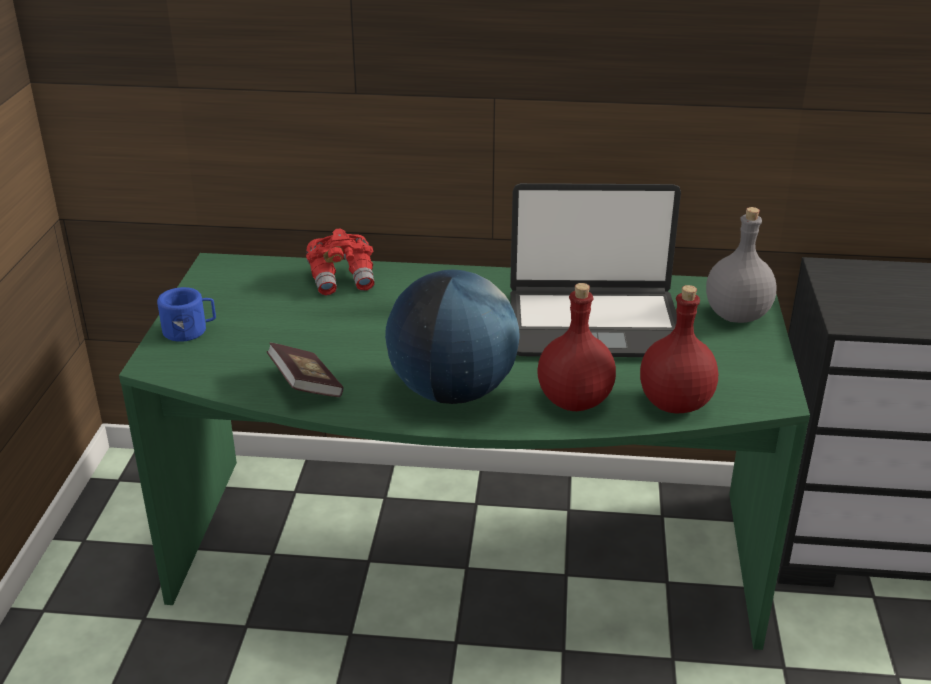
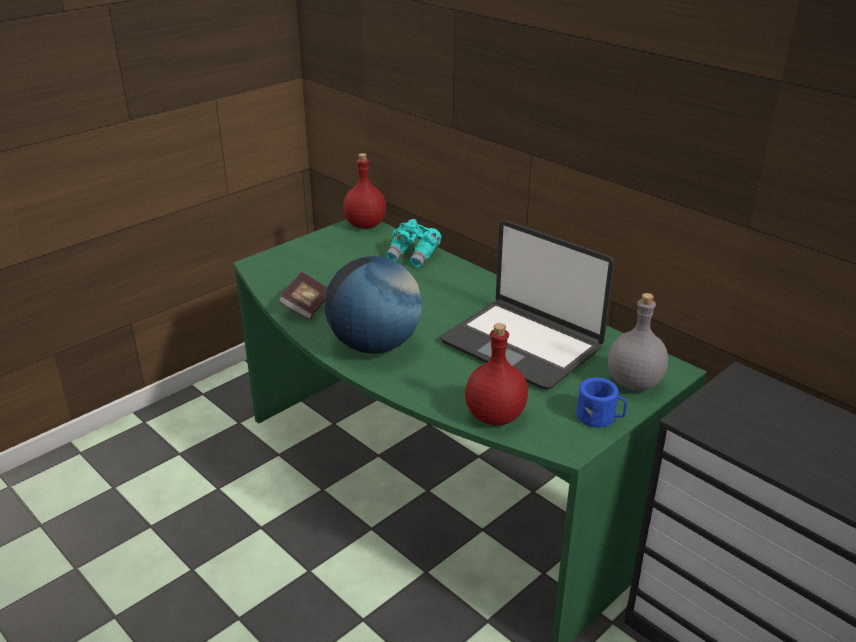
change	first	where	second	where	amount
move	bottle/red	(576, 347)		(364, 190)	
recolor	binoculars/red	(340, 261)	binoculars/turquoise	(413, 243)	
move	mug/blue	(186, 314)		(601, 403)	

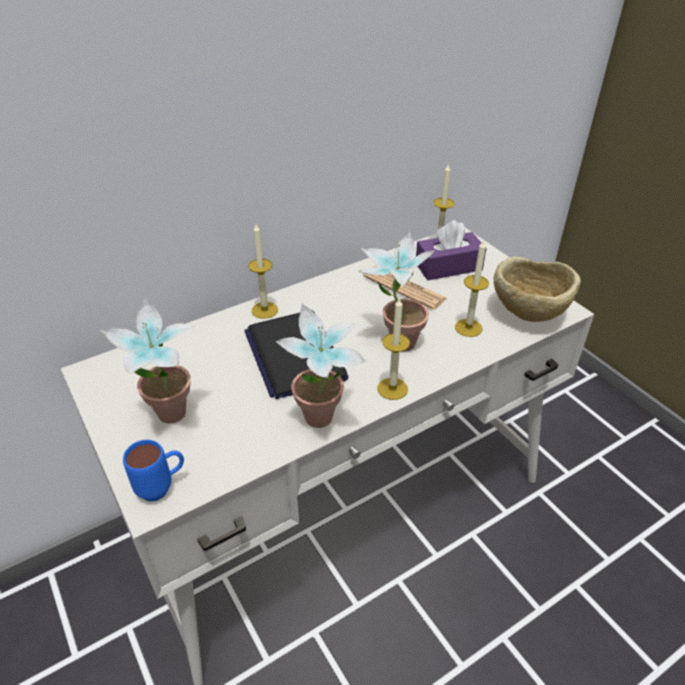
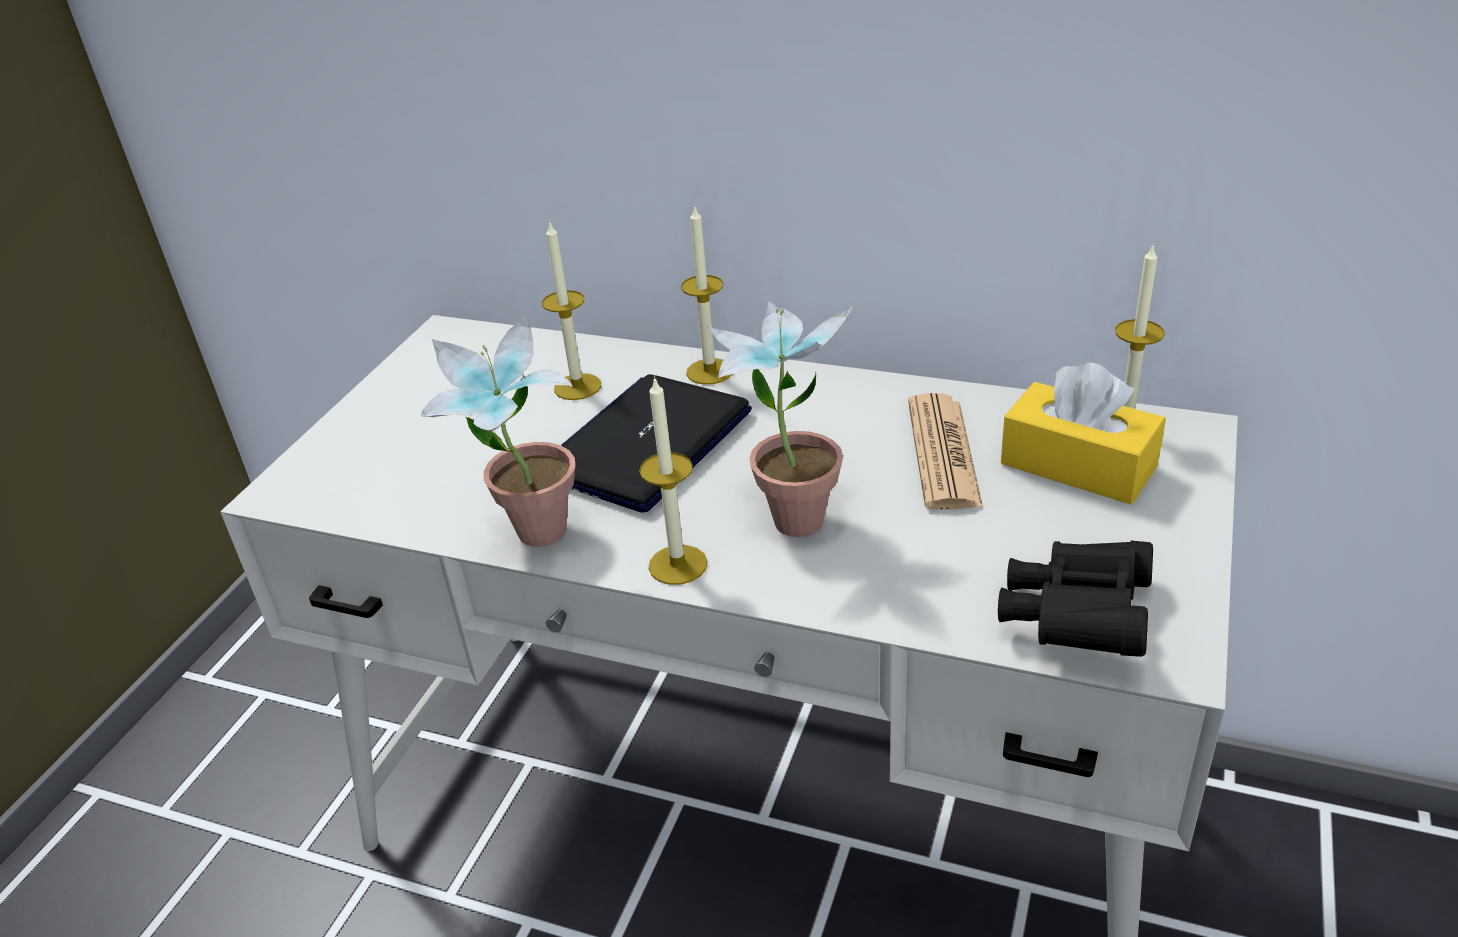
change	first	where	second	where	amount
move	candle	(472, 288)		(571, 310)	
replace	bowl/beige	(537, 289)	binoculars/black	(1075, 599)	
recolor	tissue box/purple	(451, 250)	tissue box/yellow	(1083, 433)	
delete	potted plant	(148, 361)			
delete	mug/blue	(153, 470)			

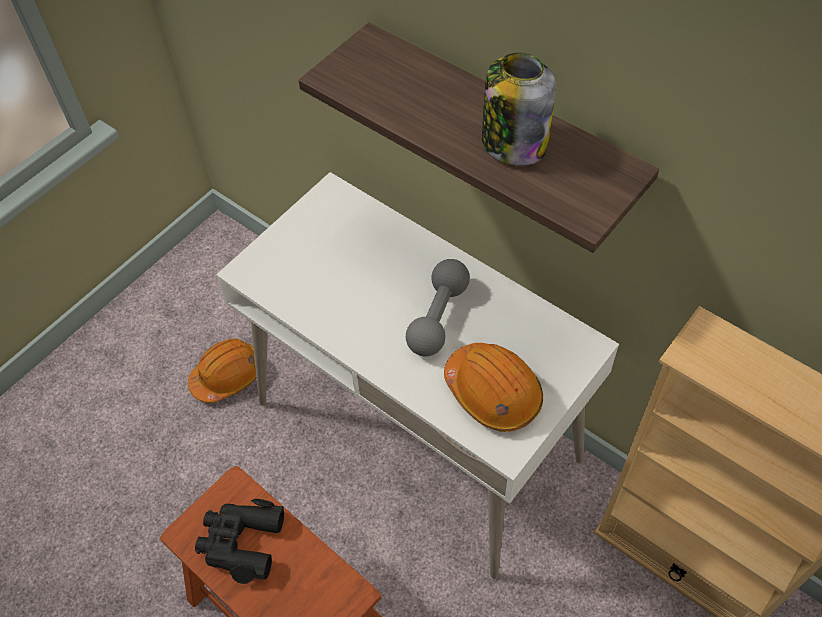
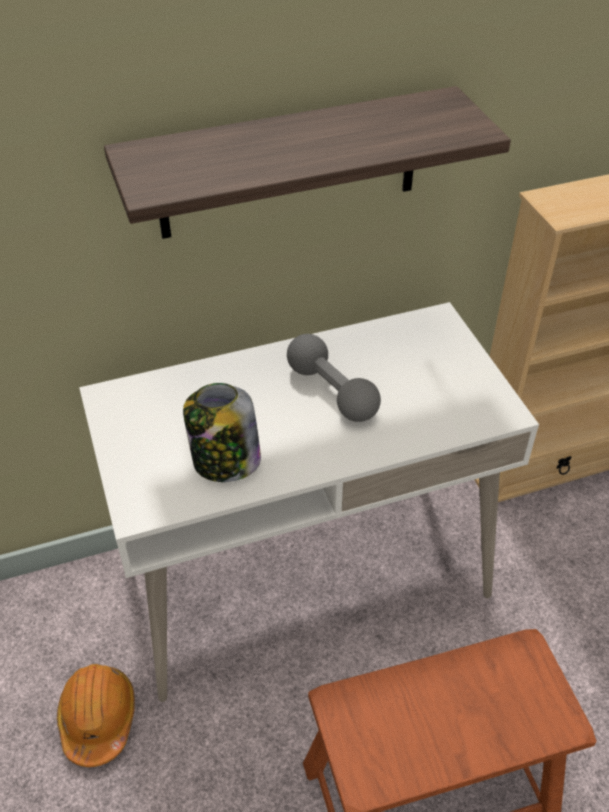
change	first	where	second	where	amount
move	jar	(518, 109)		(222, 432)	
delete	binoculars/black	(239, 541)			
delete	hard hat/orange	(493, 387)			

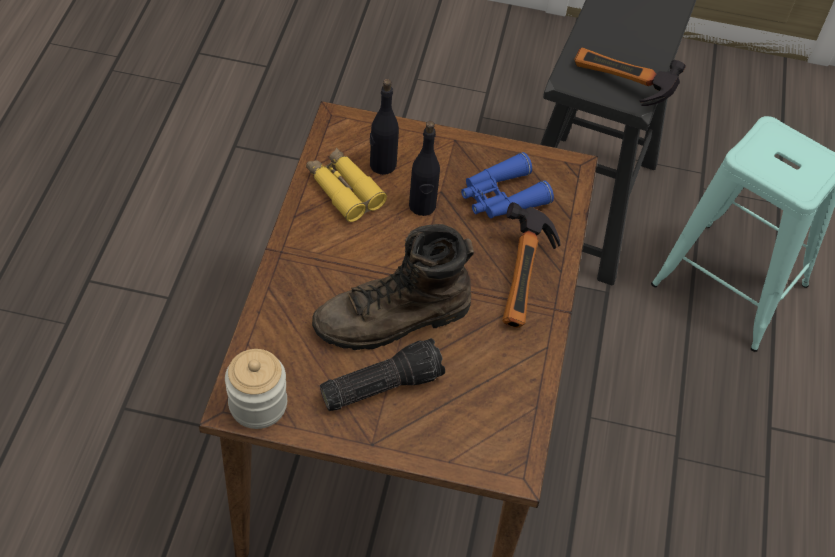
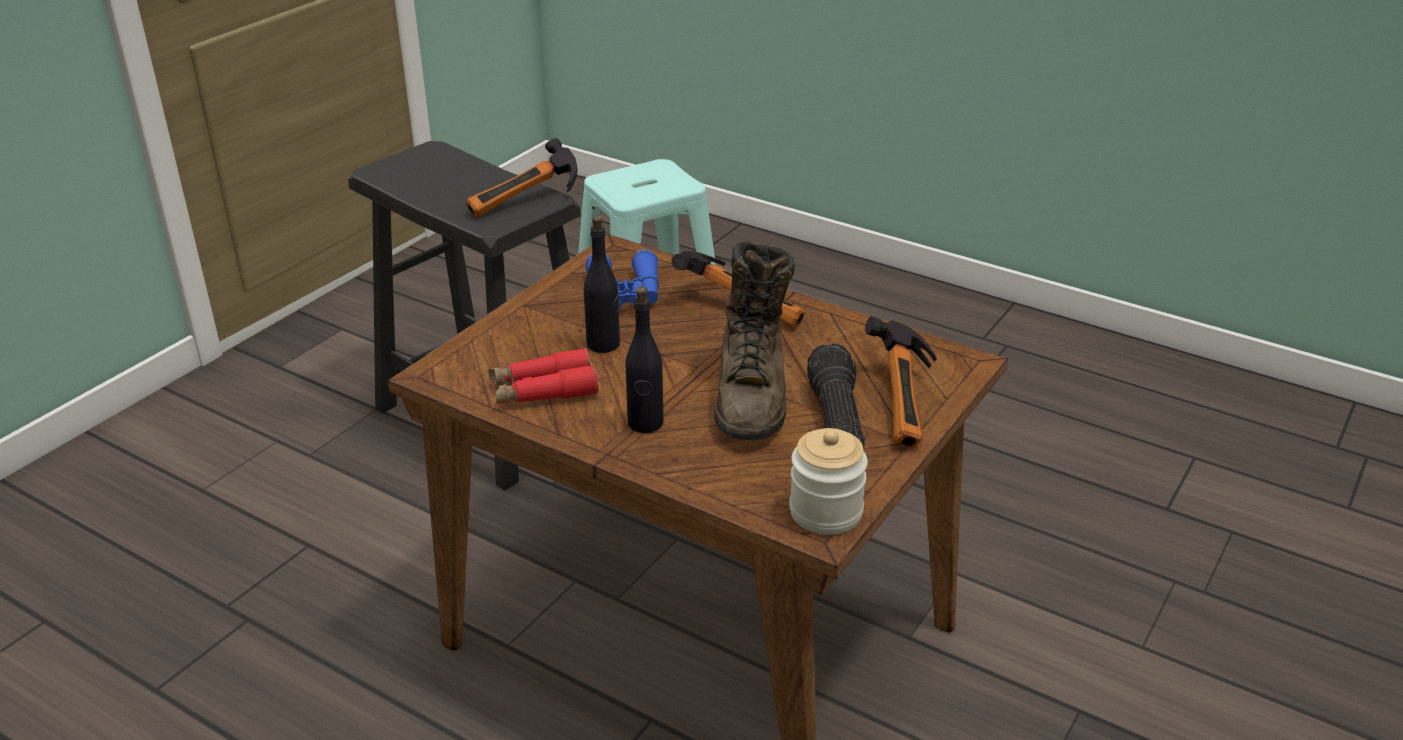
change	first	where	second	where	amount
recolor	binoculars/yellow	(346, 185)	binoculars/red	(543, 376)	
move	bottle/black	(384, 127)		(645, 359)	
insert			hammer	(901, 382)	

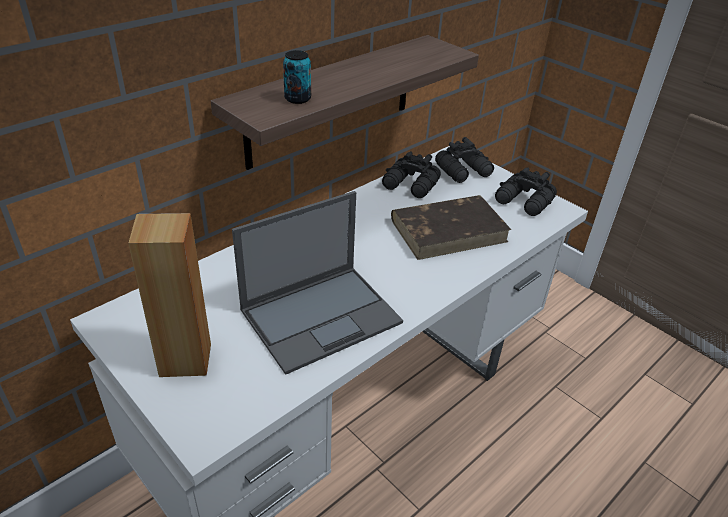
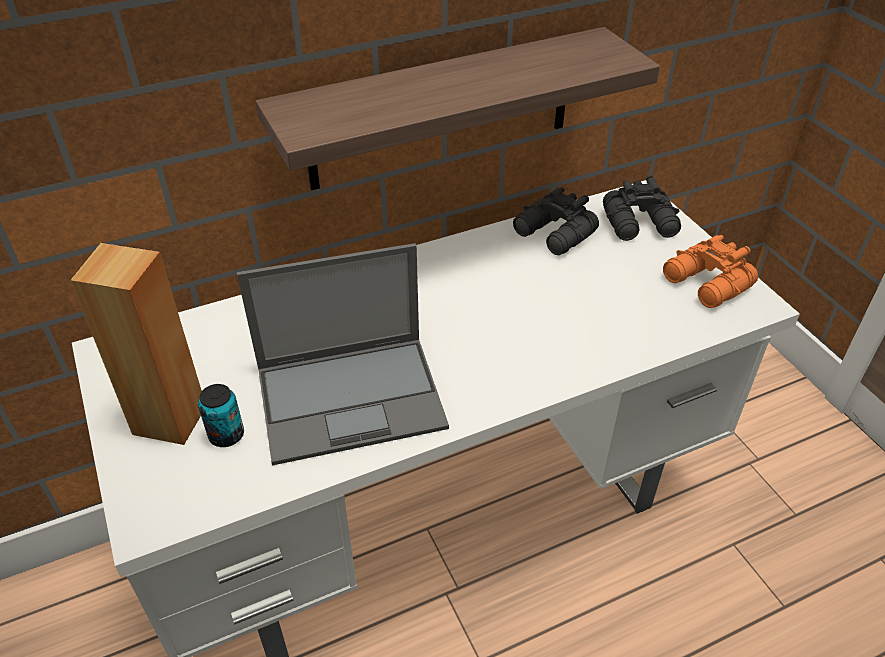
change	first	where	second	where	amount
move	can	(297, 77)		(221, 415)	
recolor	binoculars/black	(526, 191)	binoculars/orange	(710, 271)	
delete	book/brown	(451, 227)			

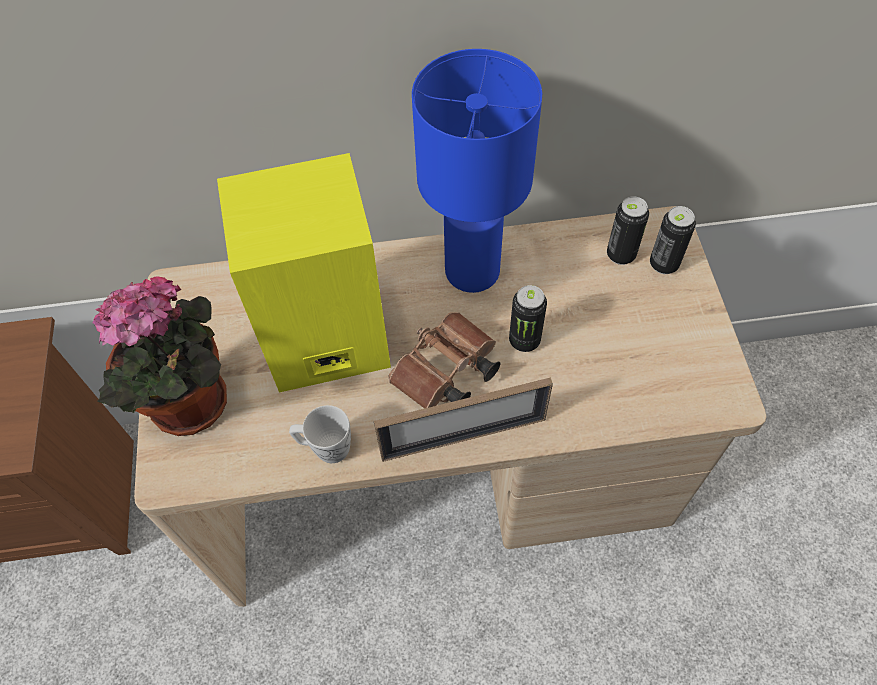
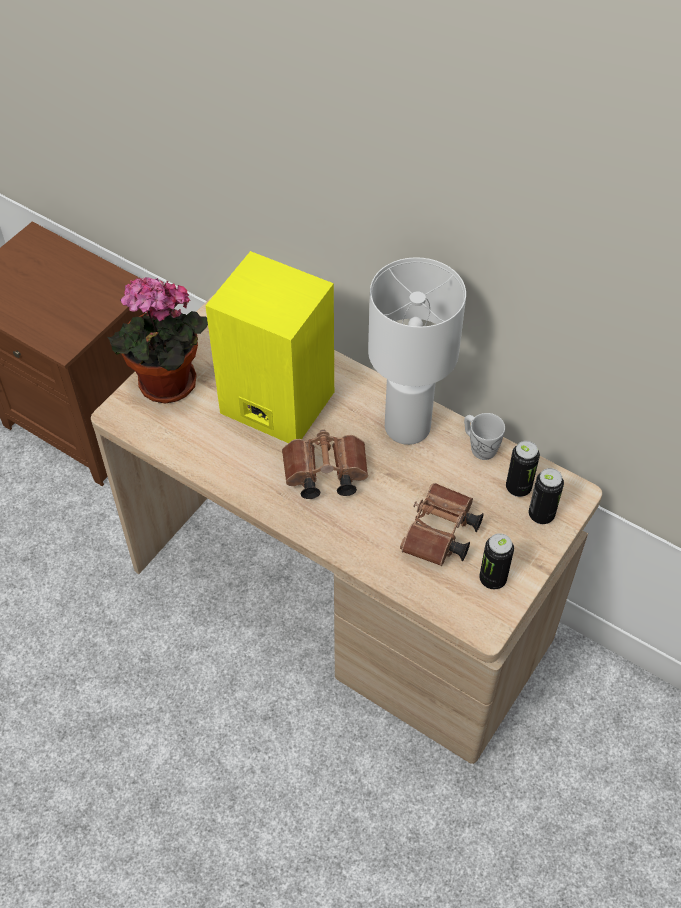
change	first	where	second	where	amount
recolor	table lamp/blue	(477, 171)	table lamp/white	(417, 351)	
insert			binoculars/brown	(442, 524)	
move	mug/white	(320, 434)		(484, 436)	
move	can	(528, 318)		(496, 561)	
delete	picture frame	(463, 419)			

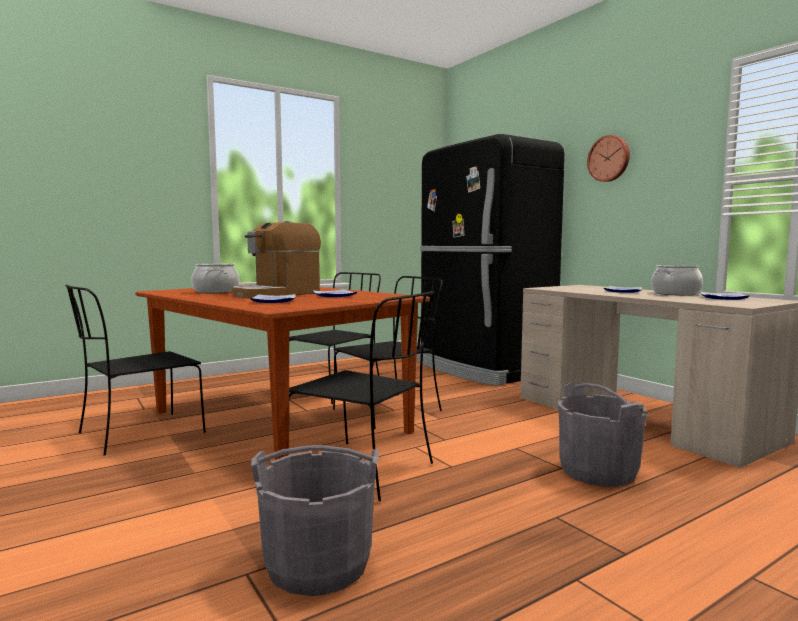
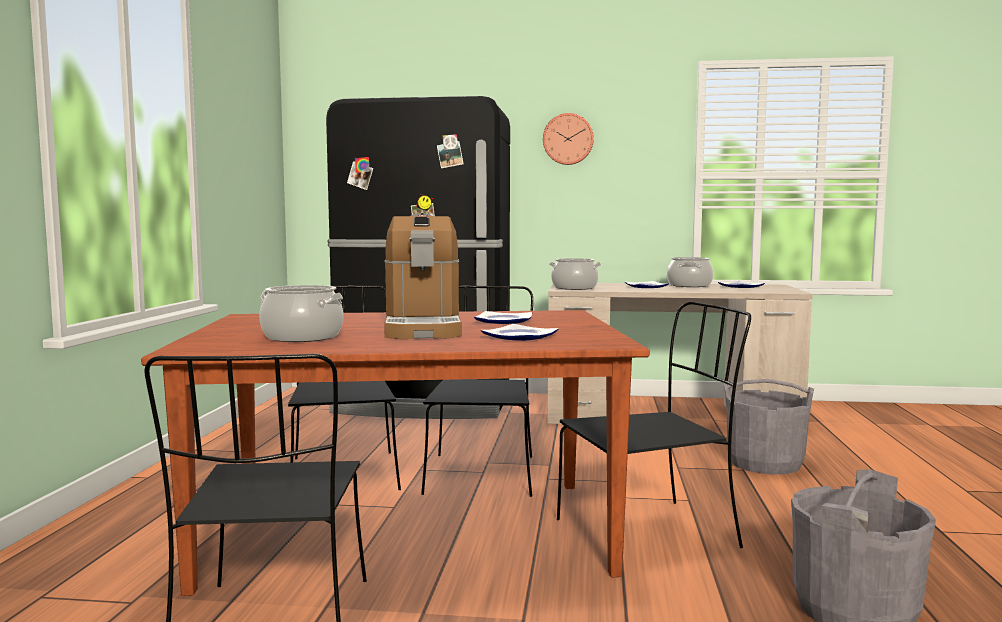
change	first	where	second	where	amount
insert			cooking pot	(575, 274)	

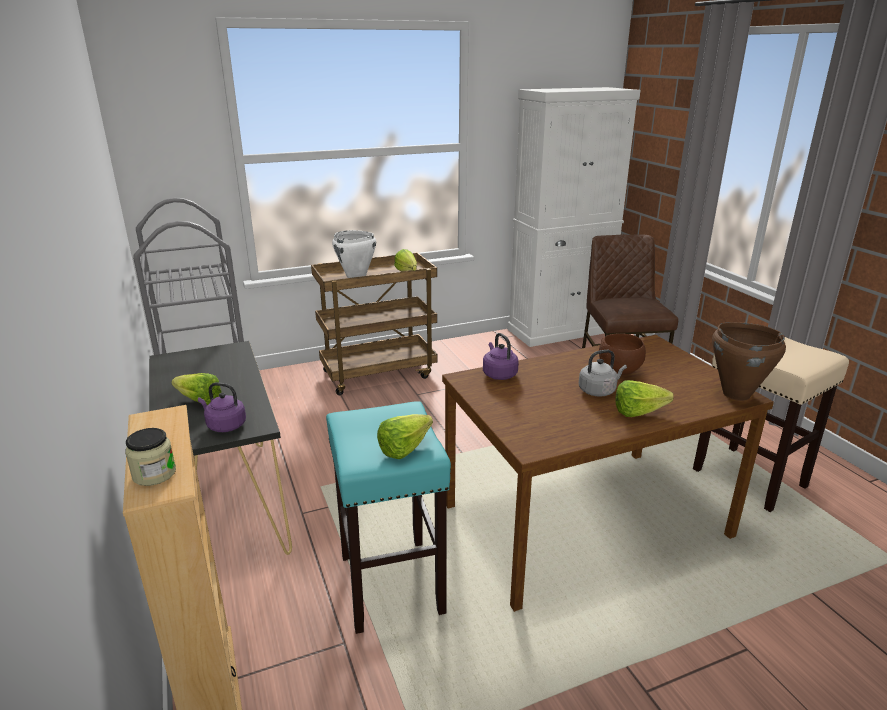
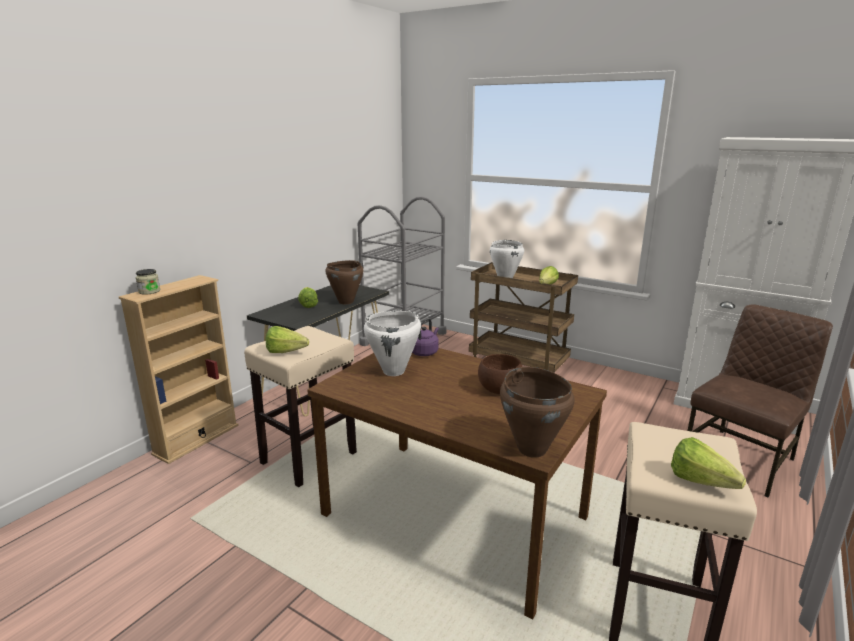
change	first	where	second	where	amount
recolor	stool/turquoise	(388, 517)	stool/beige	(300, 406)	
insert			cooking pot/brown	(344, 282)	
insert			cooking pot/white	(392, 343)	
move	lettuce	(645, 398)		(708, 463)	
delete	kettle/purple	(222, 407)			
delete	kettle/grey	(603, 373)			

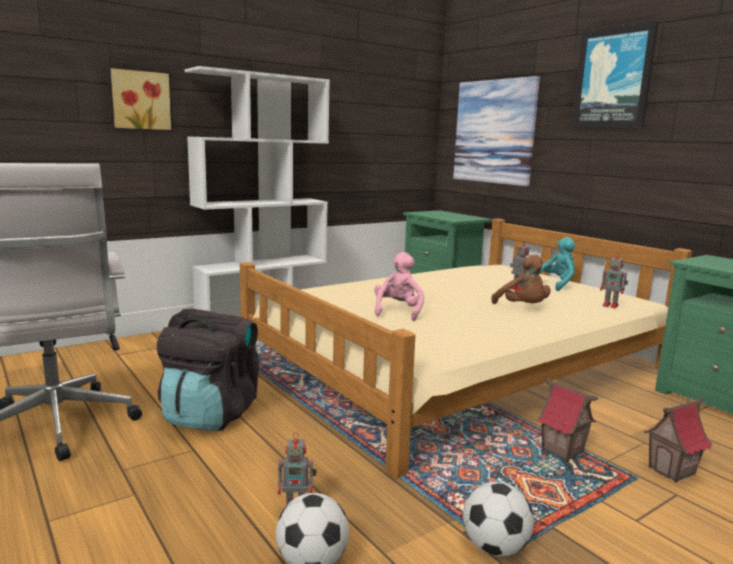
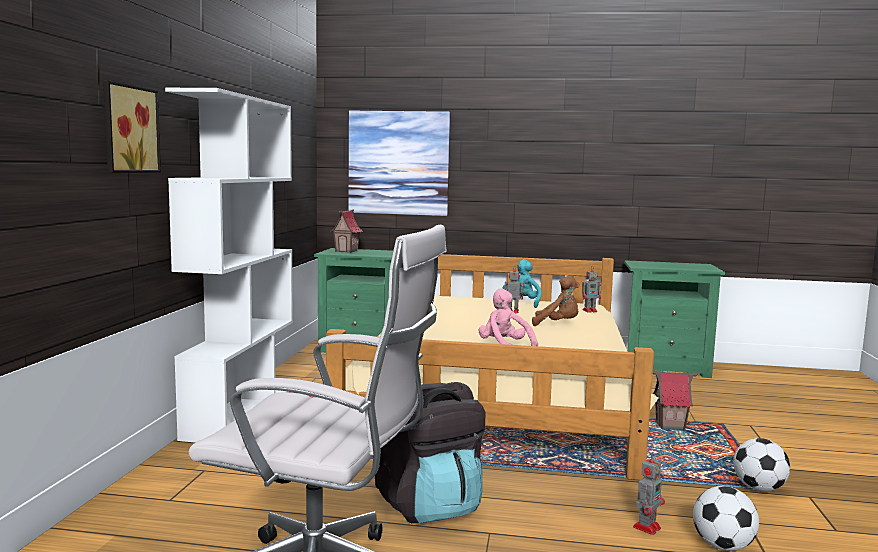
change	first	where	second	where	amount
move	toy house	(678, 440)		(346, 231)	
delete	picture	(614, 74)			

